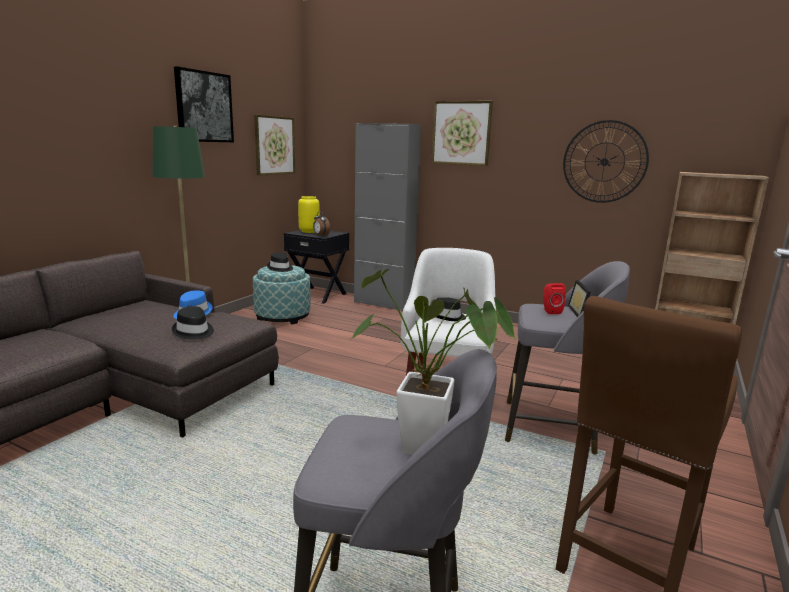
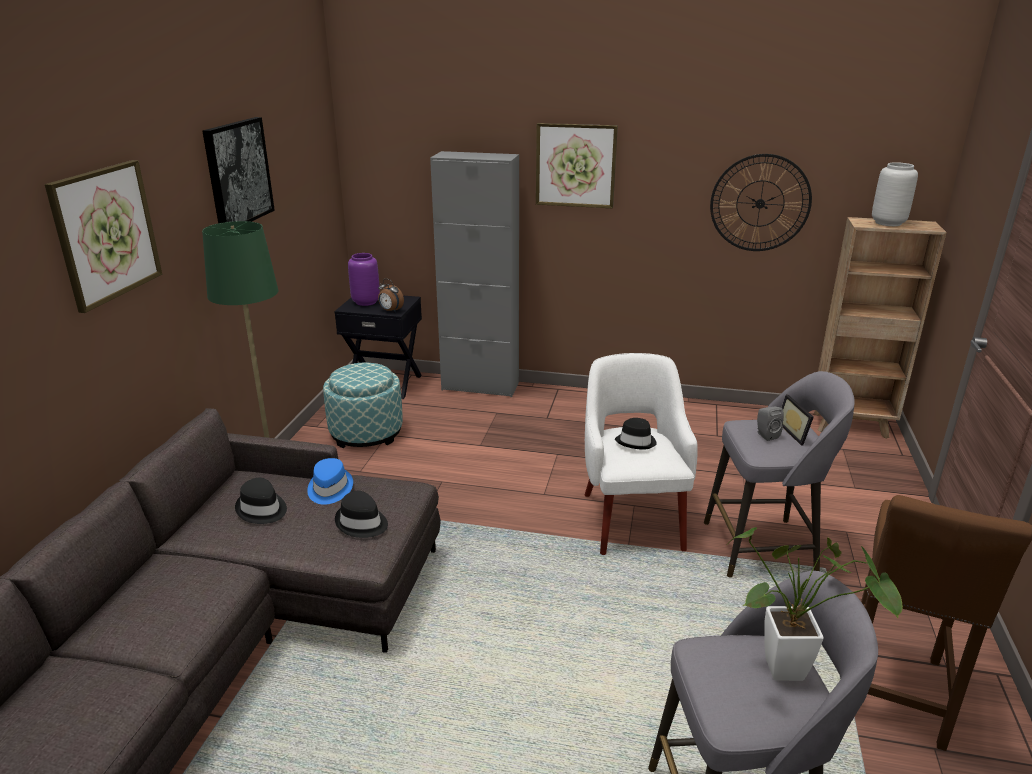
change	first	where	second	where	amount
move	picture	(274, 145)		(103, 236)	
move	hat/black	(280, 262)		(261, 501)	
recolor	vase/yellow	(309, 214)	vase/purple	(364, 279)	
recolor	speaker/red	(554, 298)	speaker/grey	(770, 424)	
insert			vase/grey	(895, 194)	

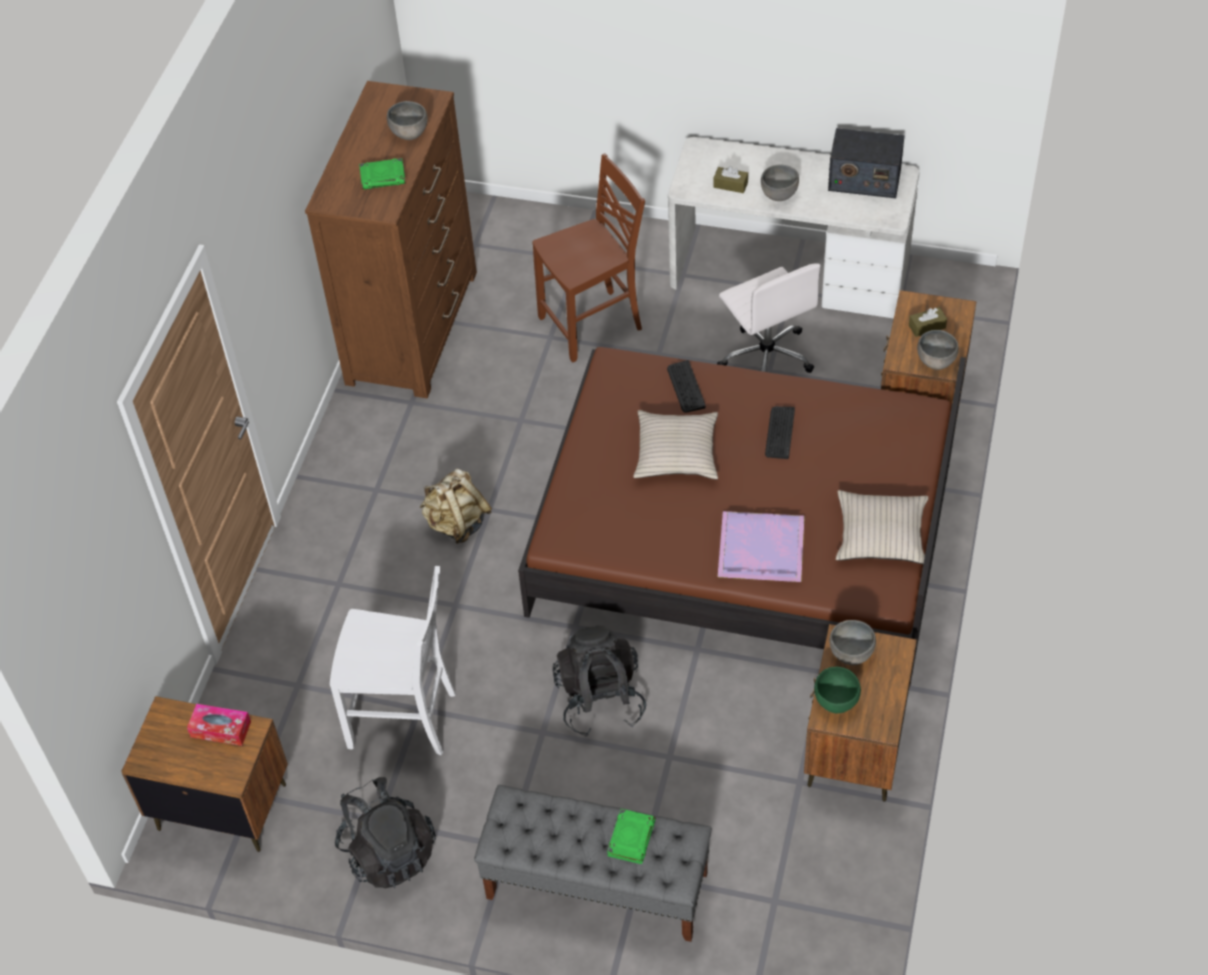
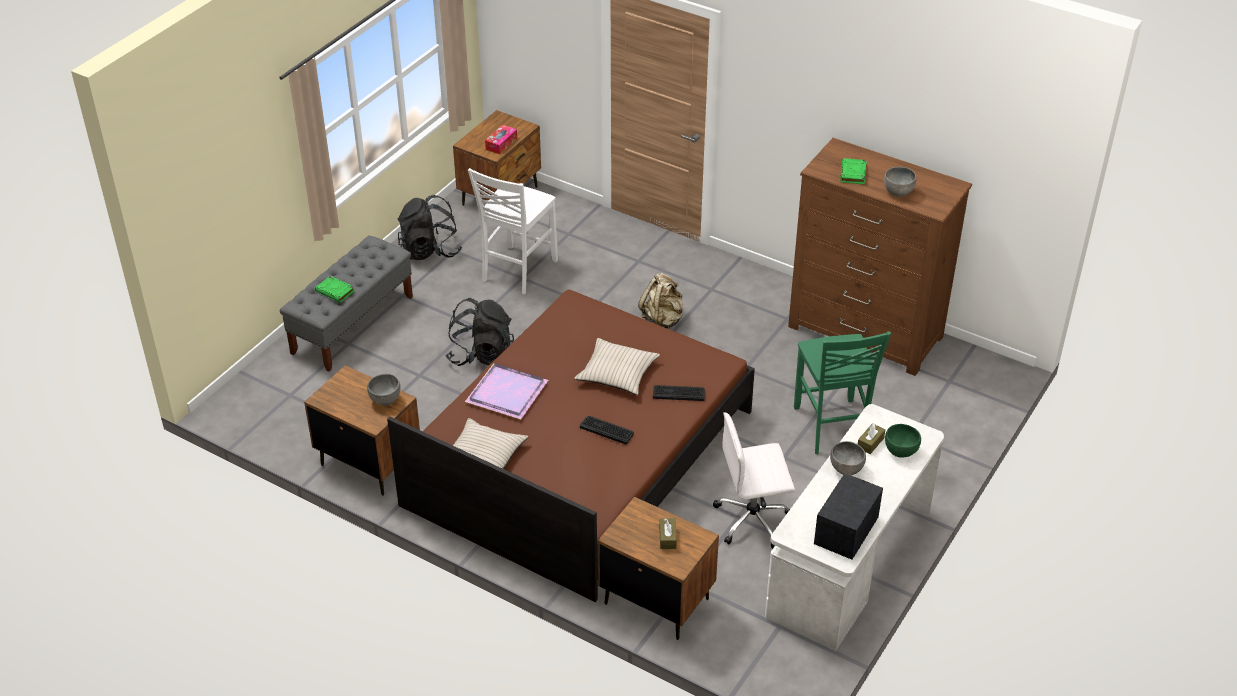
change	first	where	second	where	amount
recolor	chair/brown	(588, 258)	chair/green	(842, 392)	
move	bowl/green	(837, 690)		(903, 441)	
delete	bowl/grey	(938, 350)			

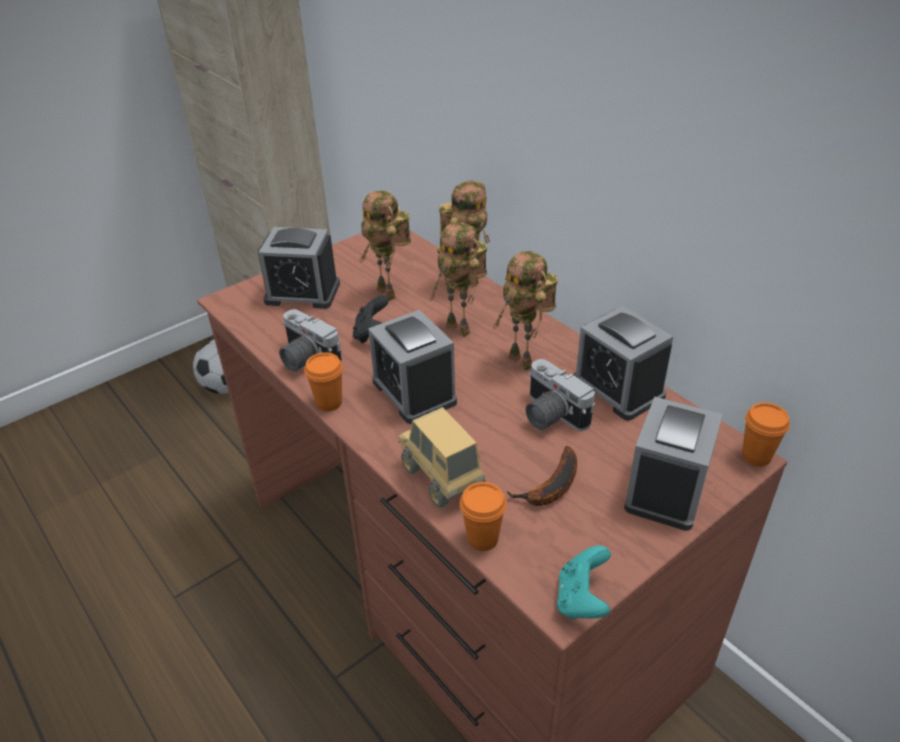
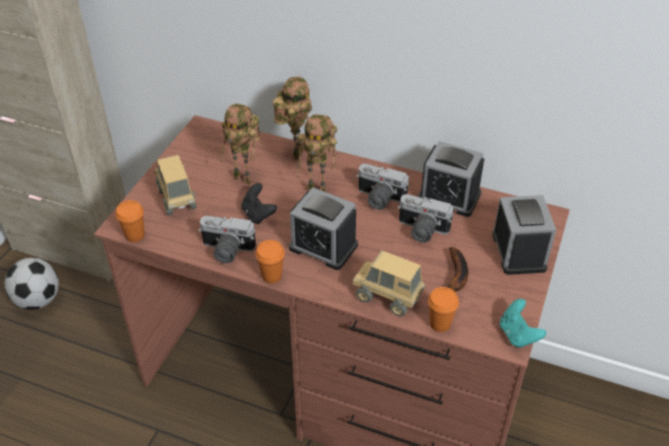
change	first	where	second	where	amount
move	cup/orange	(766, 434)		(130, 221)	
replace	alarm clock	(299, 268)	toy truck	(175, 185)	
replace	toy robot	(525, 311)	photo camera	(382, 187)	

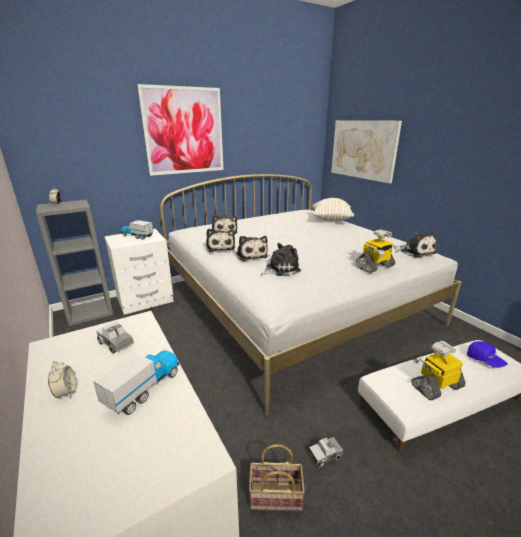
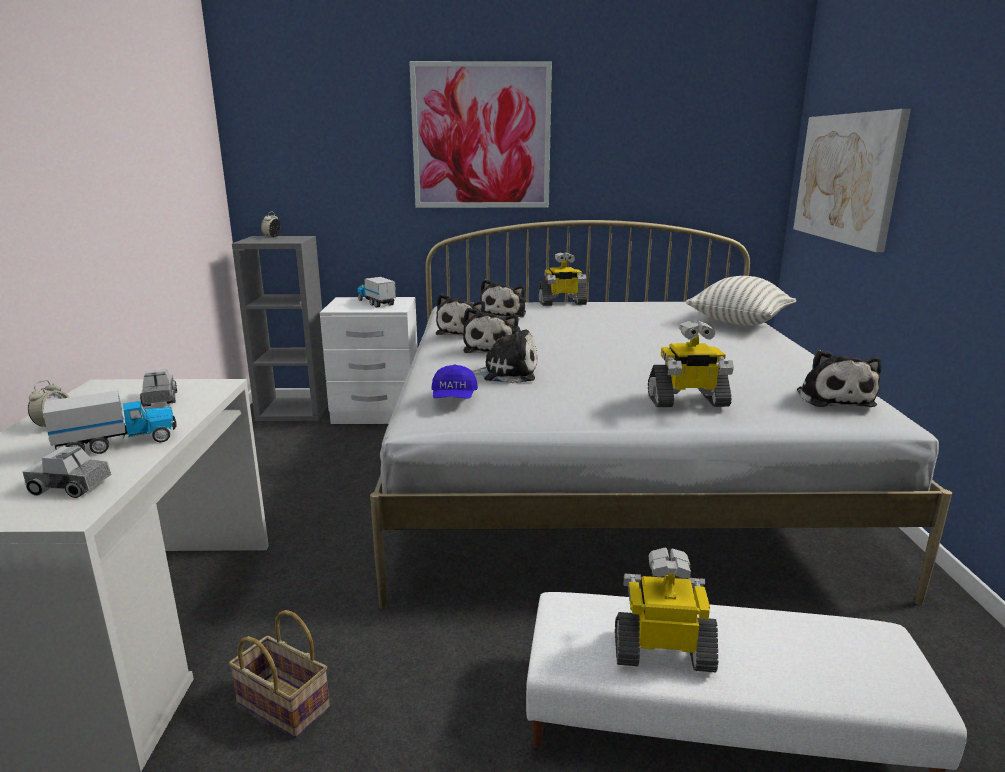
change	first	where	second	where	amount
move	toy truck	(326, 452)		(67, 472)	
move	cap/blue	(487, 354)		(454, 381)	
insert			toy robot	(562, 279)	

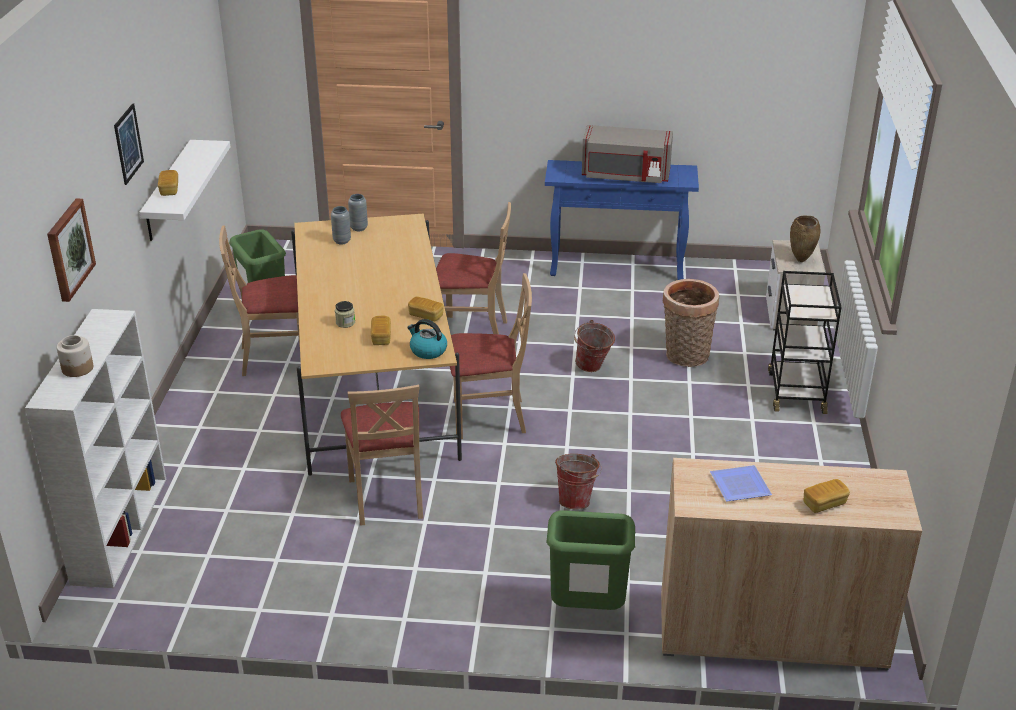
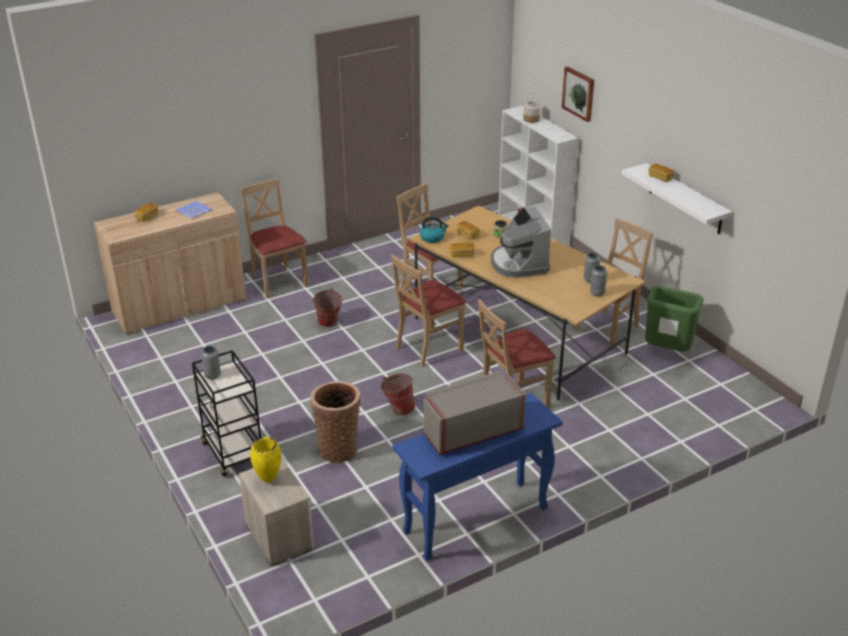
change	first	where	second	where	amount
insert			vase/grey	(211, 362)	
replace	trash can/green	(590, 560)	chair/beige	(274, 238)	
recolor	vase/brown	(805, 239)	vase/yellow	(265, 460)	
insert			coffee machine	(521, 242)	
delete	picture	(129, 144)			

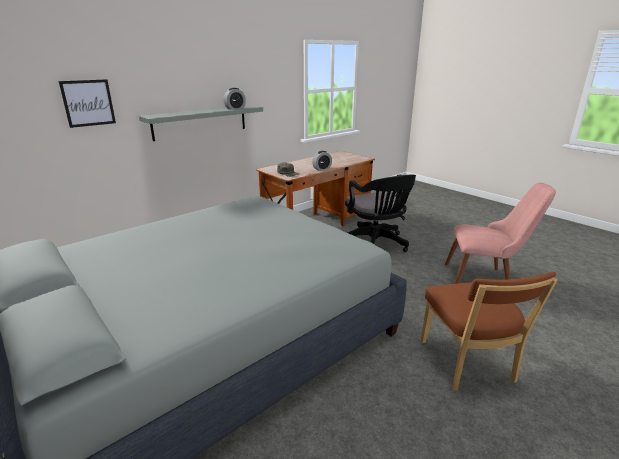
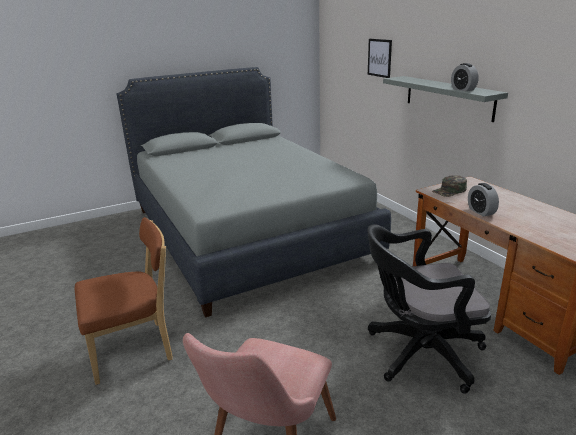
change	first	where	second	where	amount
rotate	chair/brown	(489, 331)		(124, 301)	150 degrees clockwise

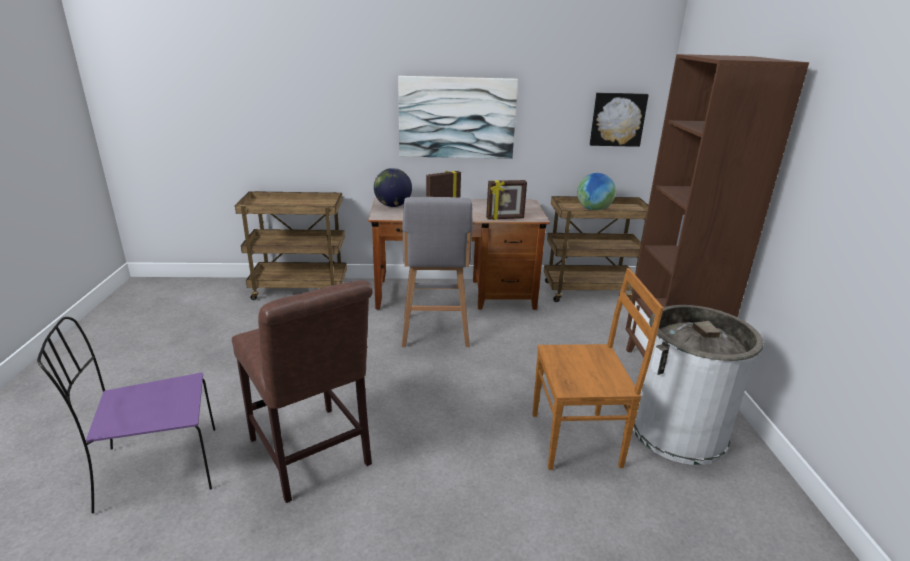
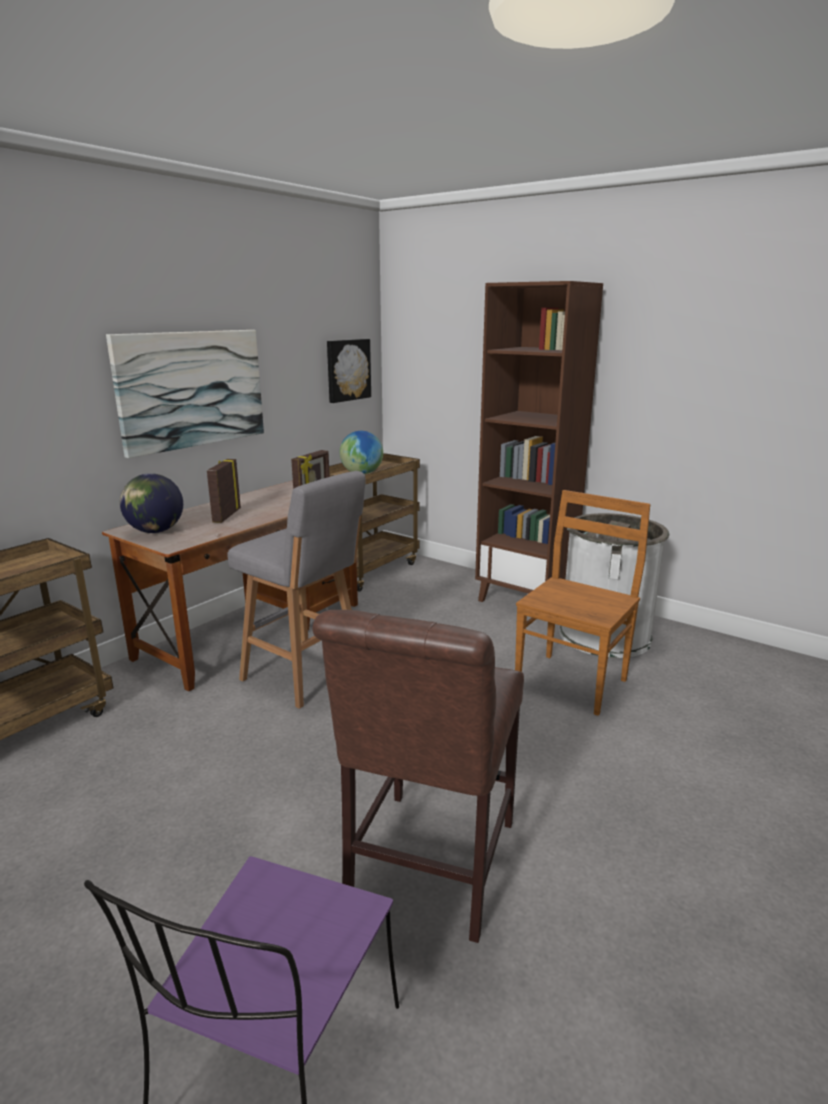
change	first	where	second	where	amount
rotate	chair/brown	(302, 391)		(418, 776)	105 degrees clockwise

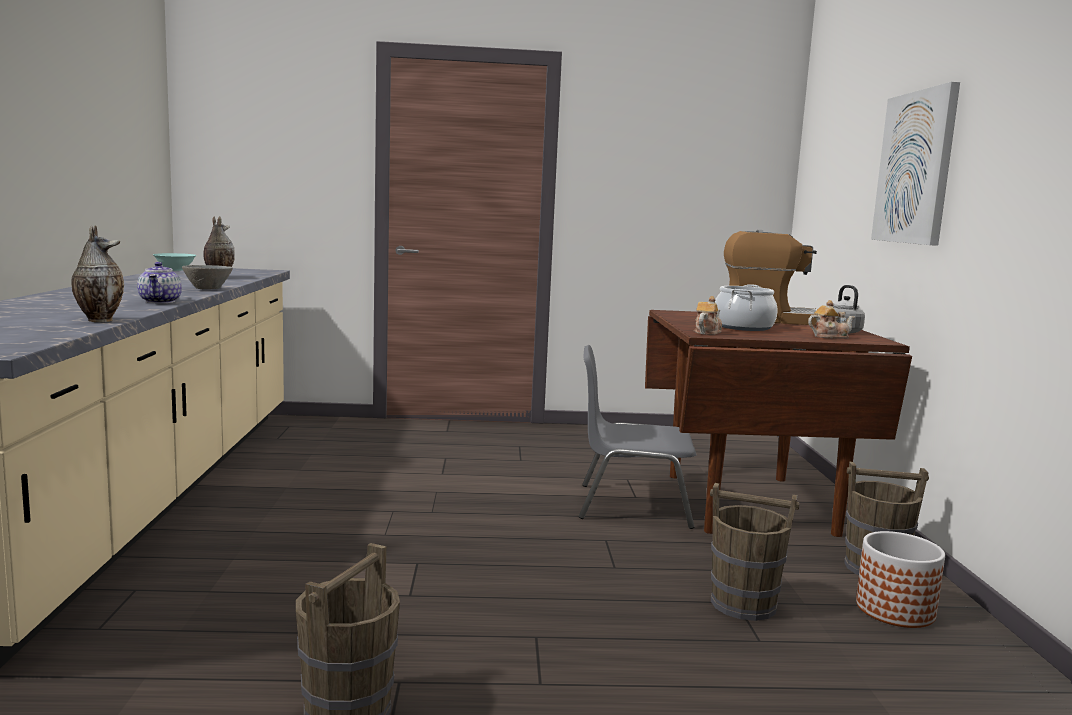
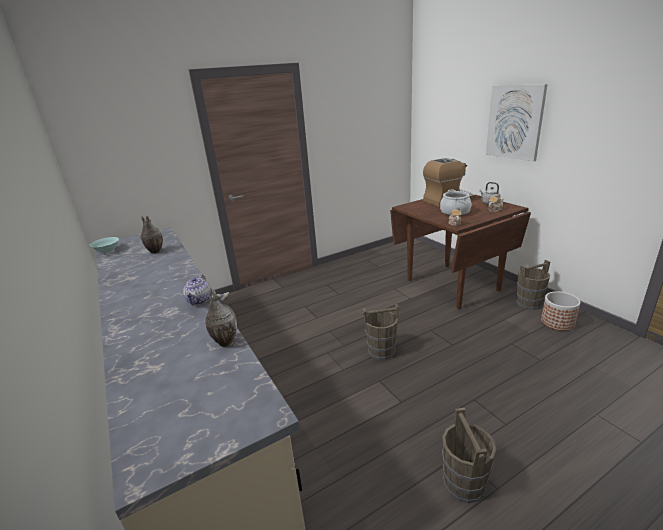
change	first	where	second	where	amount
rotate	teapot	(159, 282)		(197, 289)	45 degrees clockwise
move	bucket/brown	(754, 552)		(380, 332)	
delete	bowl/grey	(207, 277)			
delete	chair/grey	(637, 437)			

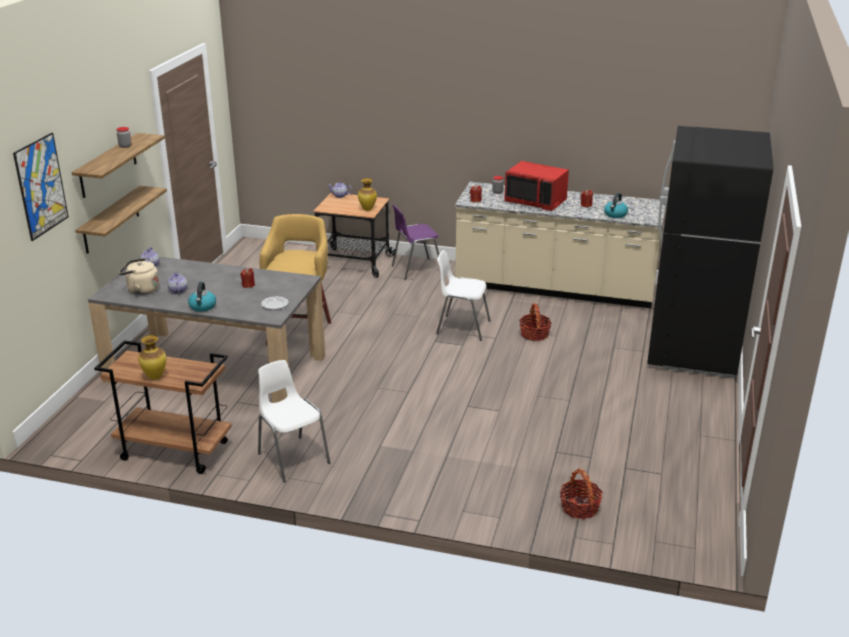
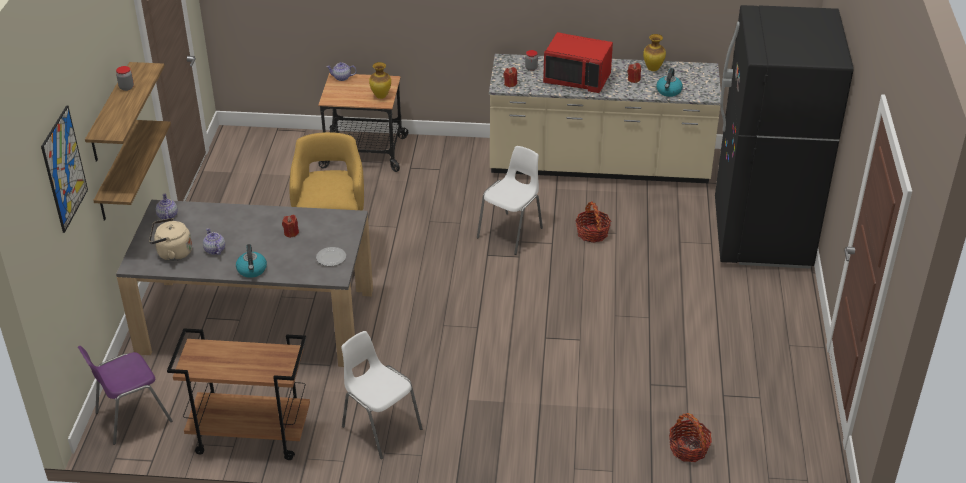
change	first	where	second	where	amount
move	chair/purple	(415, 242)		(125, 395)	
rotate	chair/white	(463, 295)		(510, 200)	120 degrees clockwise
move	vase	(152, 357)		(654, 52)	

